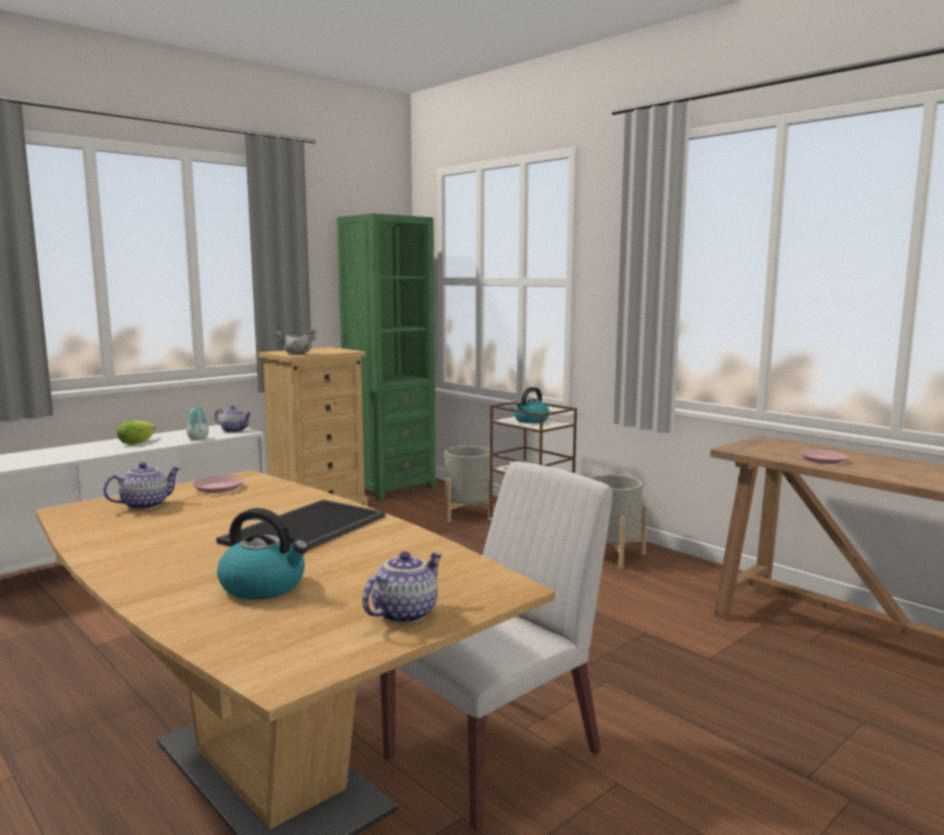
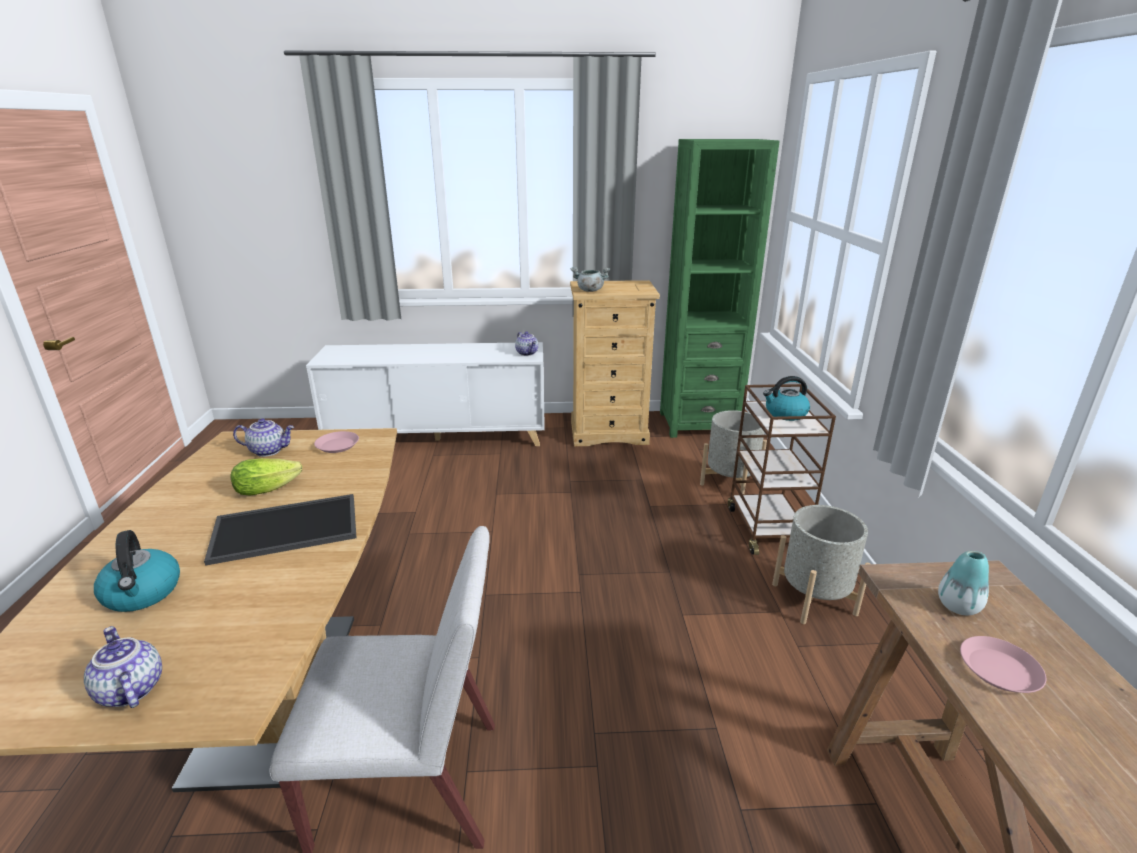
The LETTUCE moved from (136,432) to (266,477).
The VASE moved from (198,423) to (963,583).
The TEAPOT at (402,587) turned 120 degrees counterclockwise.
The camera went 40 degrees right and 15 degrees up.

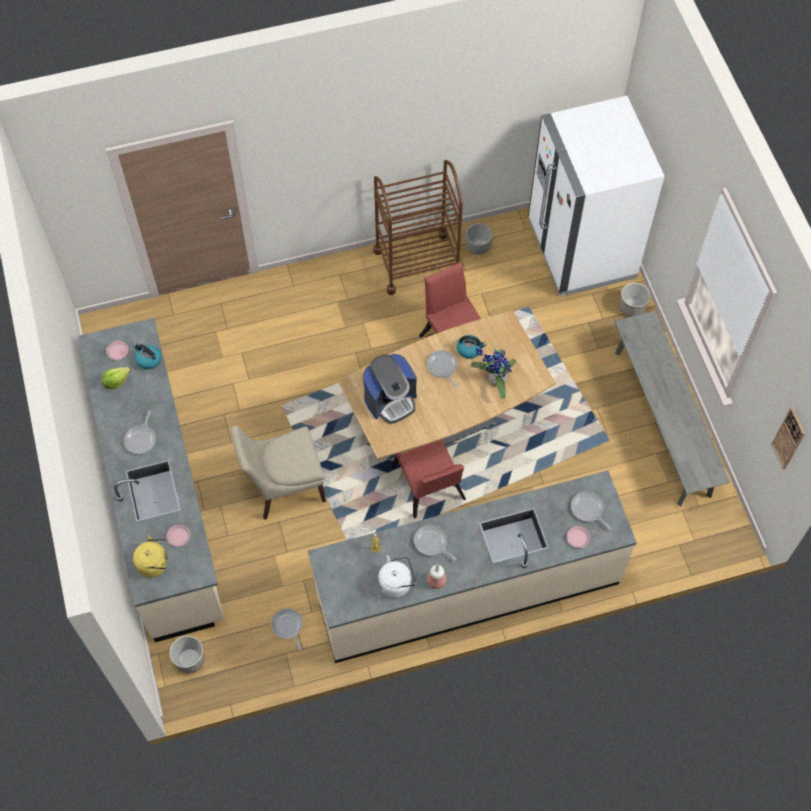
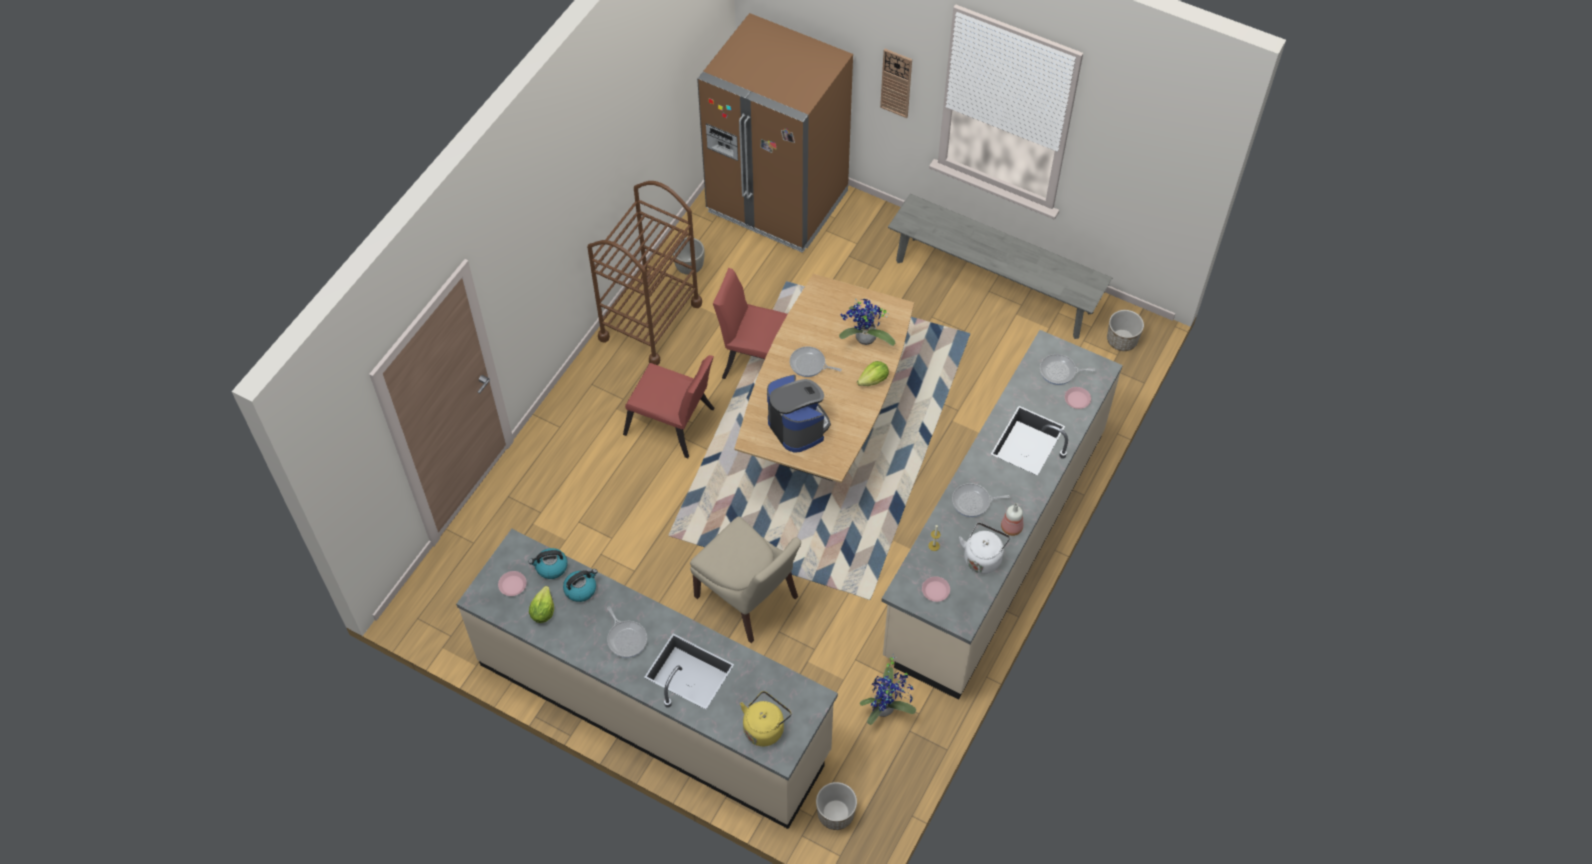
The LETTUCE at (873,373) appeared.
The PINK PLATE moved from (178,535) to (936,589).
The RED CHAIR moved from (428,479) to (669,406).
The KETTLE moved from (471,347) to (580,585).
The PLANTER moved from (634,300) to (1125,330).
The WALL CLOCK moved from (788,438) to (896,83).
The FRYING PAN at (286,629) was replaced by the POTTED PLANT at (888,690).
The WHITE FRIDGE at (596,196) became the BROWN FRIDGE at (775,133).
The BEIGE CHAIR at (278,473) turned 75 degrees counterclockwise.
The COFFEE MACHINE at (390,389) turned 45 degrees counterclockwise.
The camera went 45 degrees left and 5 degrees down.

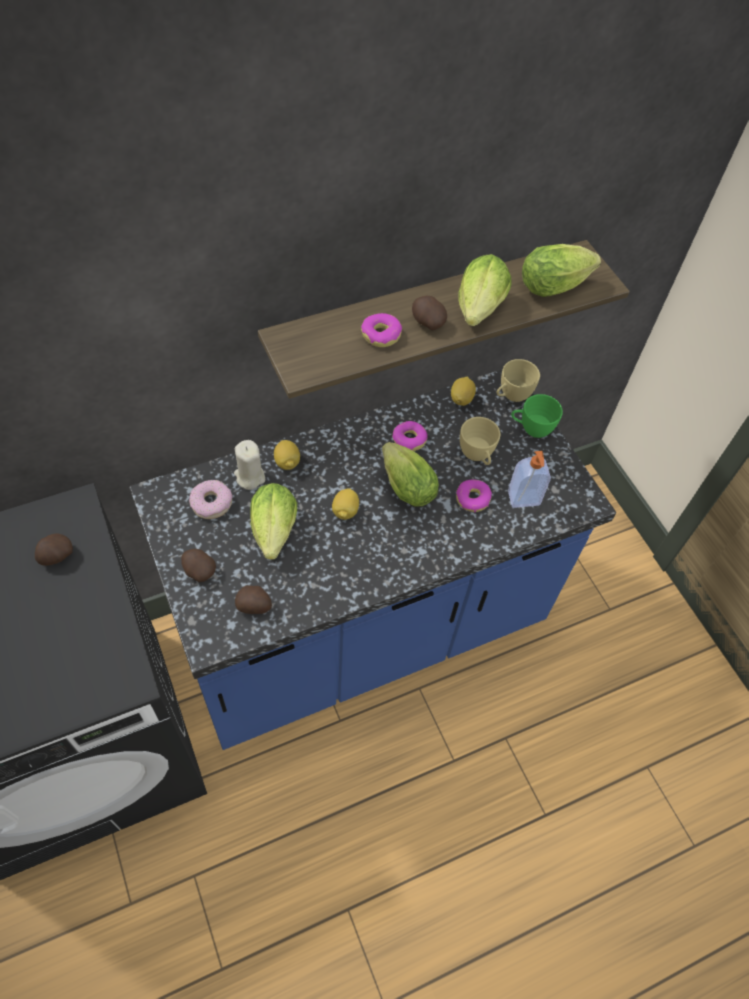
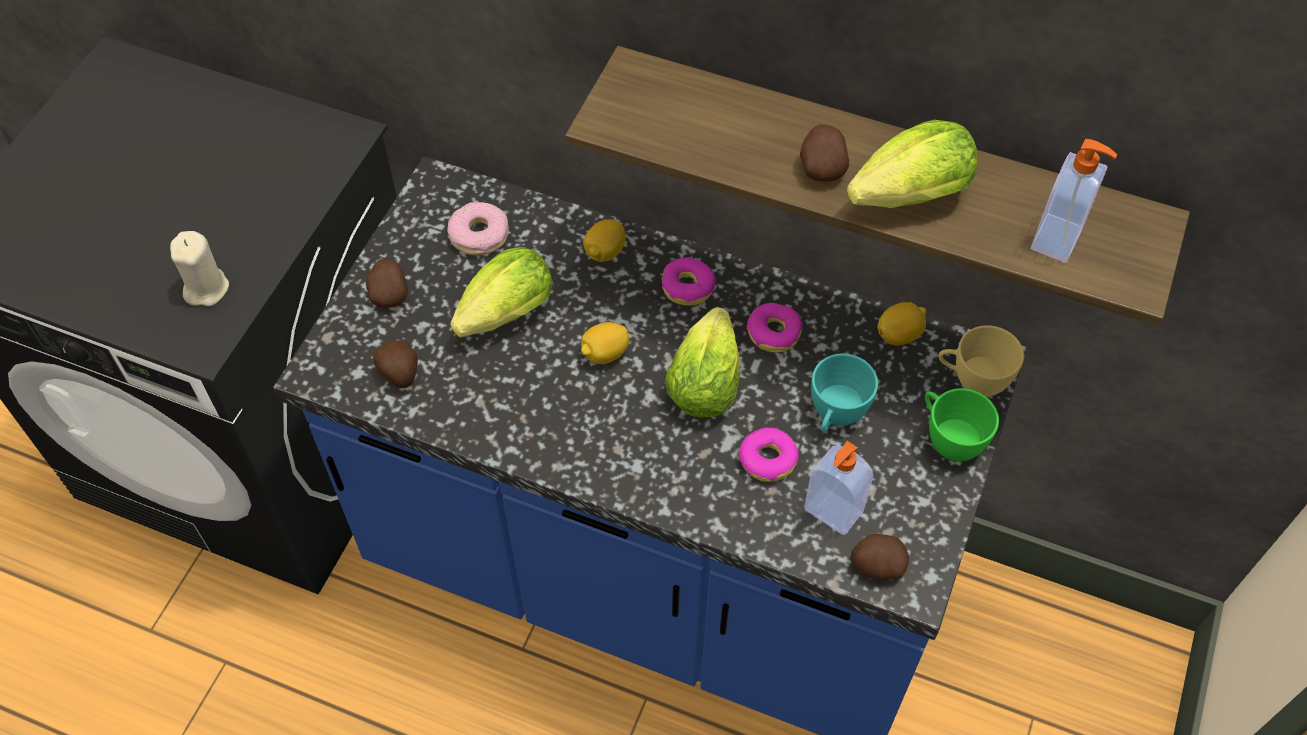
The POTATO moved from (54,549) to (879,557).
The BEIGE CANDLE moved from (249,465) to (199,269).
The DONUT moved from (381,330) to (689,282).
The LETTUCE at (561,270) was replaced by the SOAP DISPENSER at (1074,201).
The YELLOW CUP at (480,441) became the TURQUOISE CUP at (844,393).
The camera went 50 degrees right and 0 degrees up.

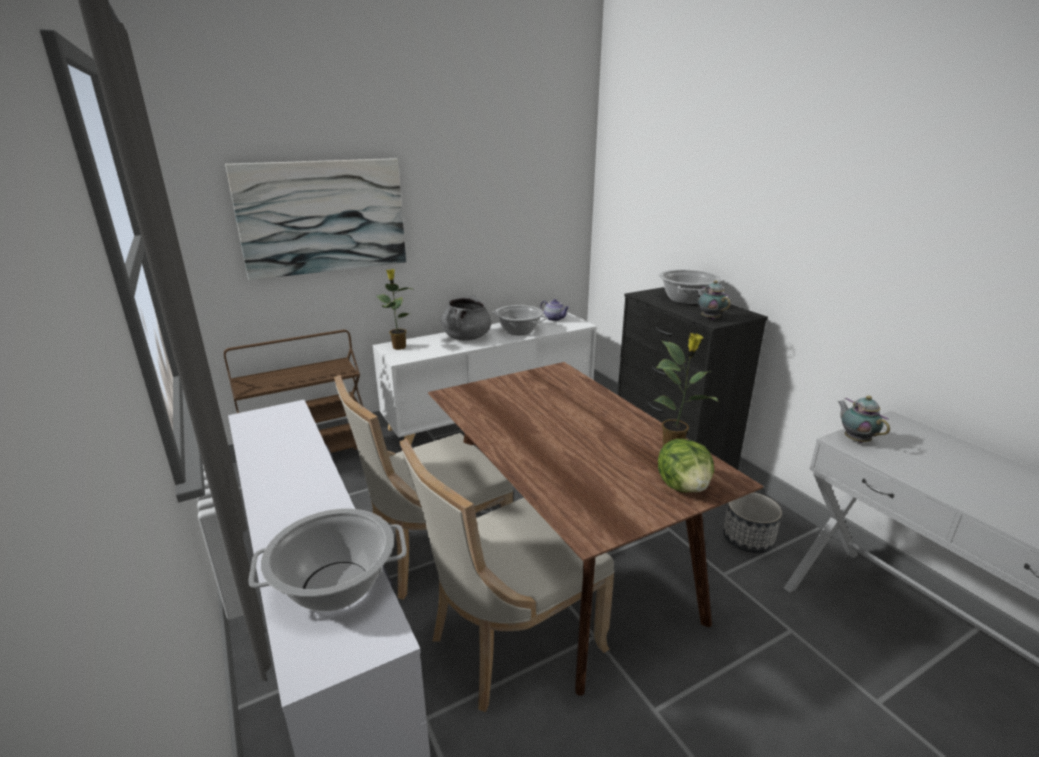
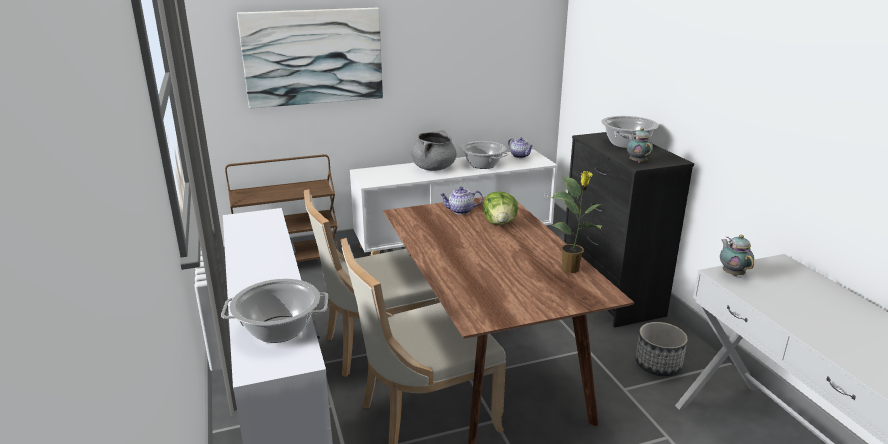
The POTTED PLANT at (395,309) disappeared.
The TEAPOT at (461,201) appeared.
The LETTUCE moved from (686,465) to (500,208).
The camera went 10 degrees right and 0 degrees up.

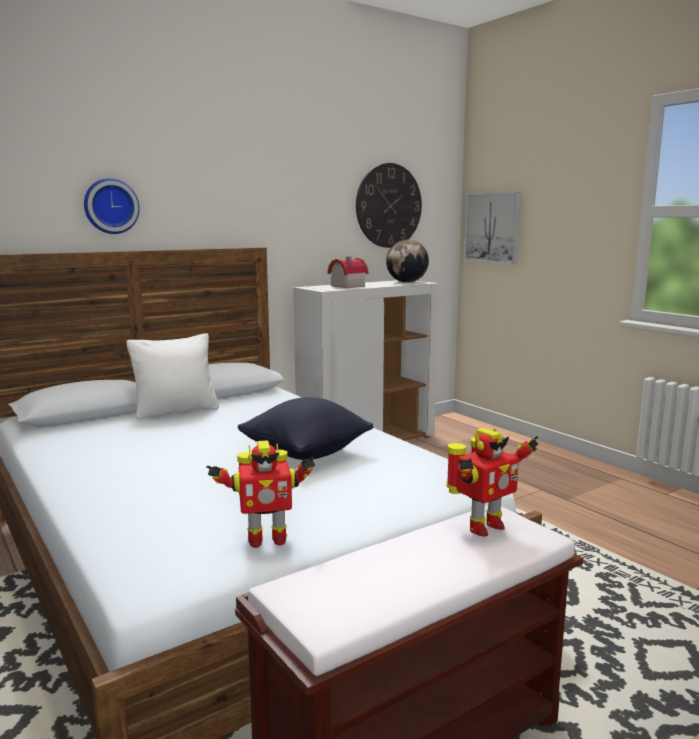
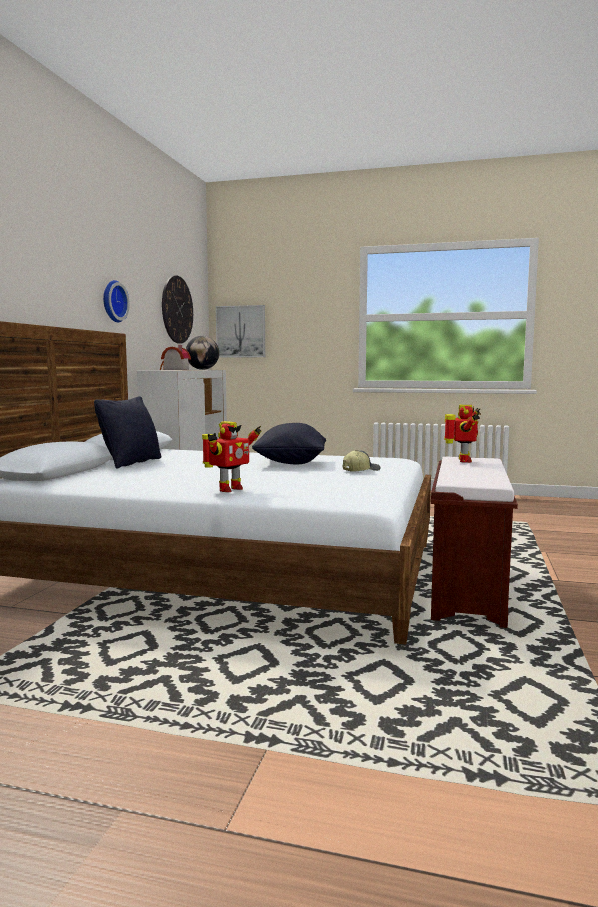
The CAP at (361,461) appeared.
The WALL CLOCK moved from (112,206) to (116,301).
The TOY ROBOT moved from (260,494) to (232,456).
The WHITE PILLOW at (172,376) became the BLACK PILLOW at (127,432).
The camera went 40 degrees left and 5 degrees down.

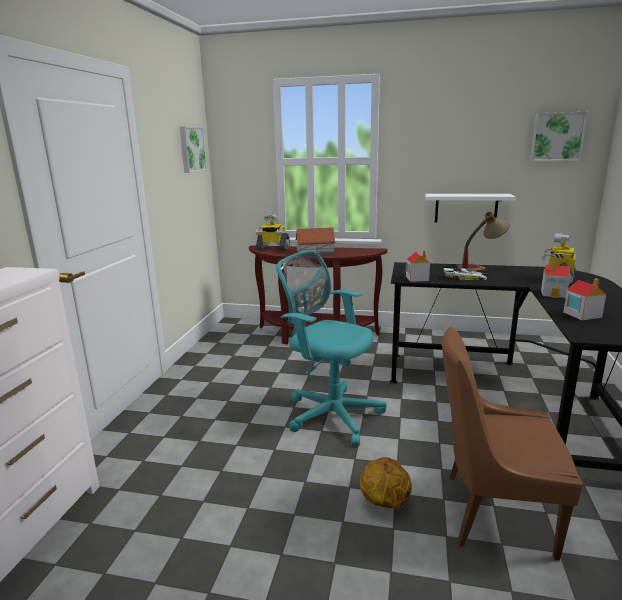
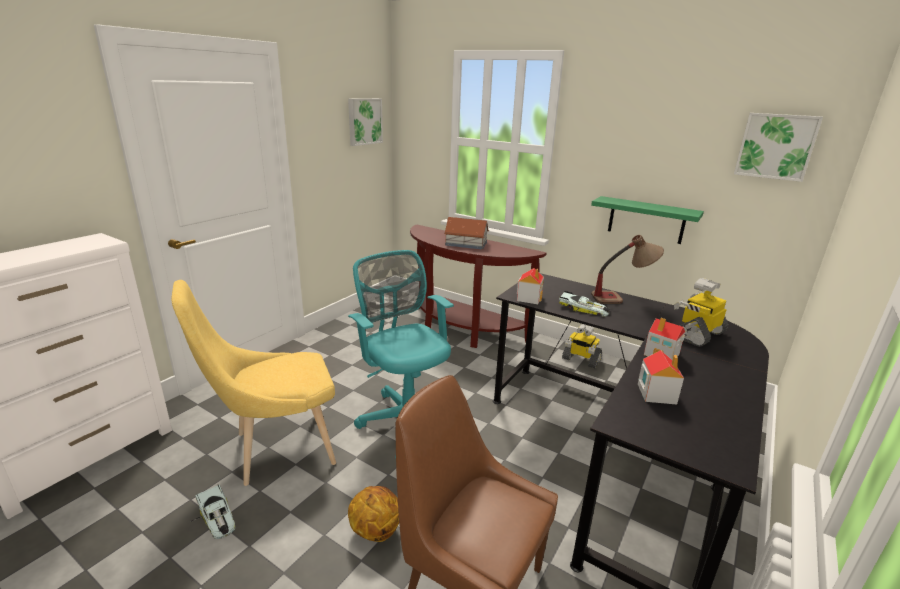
The YELLOW CHAIR at (253,383) appeared.
The TOY CAR at (213,512) appeared.
The TOY ROBOT moved from (273,232) to (582,346).
The WHITE SHELF at (470,208) became the GREEN SHELF at (647,220).
The camera went 20 degrees right and 5 degrees up.

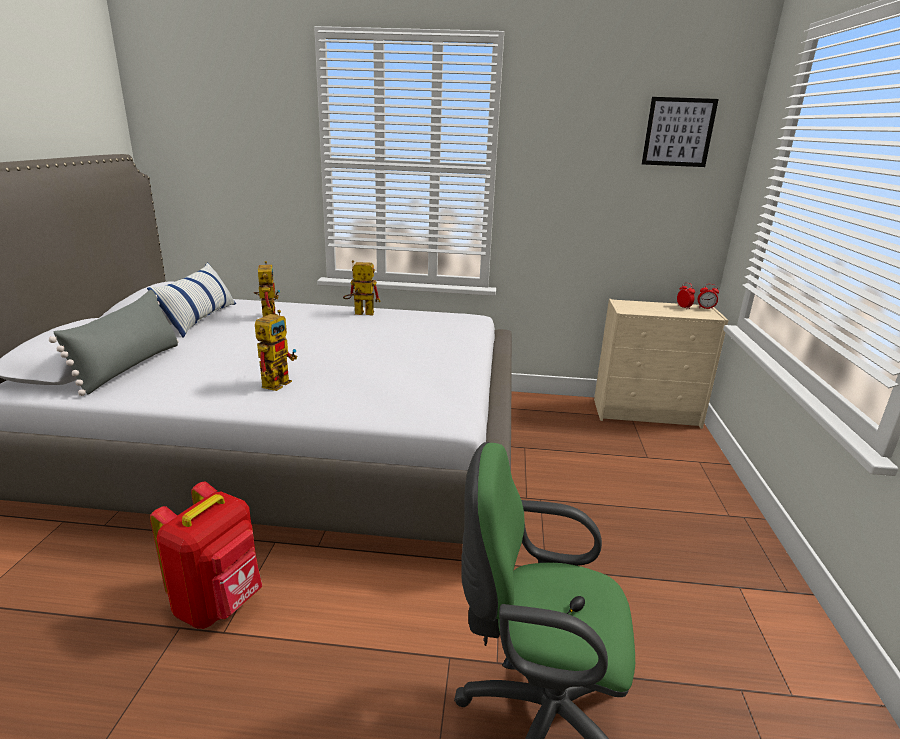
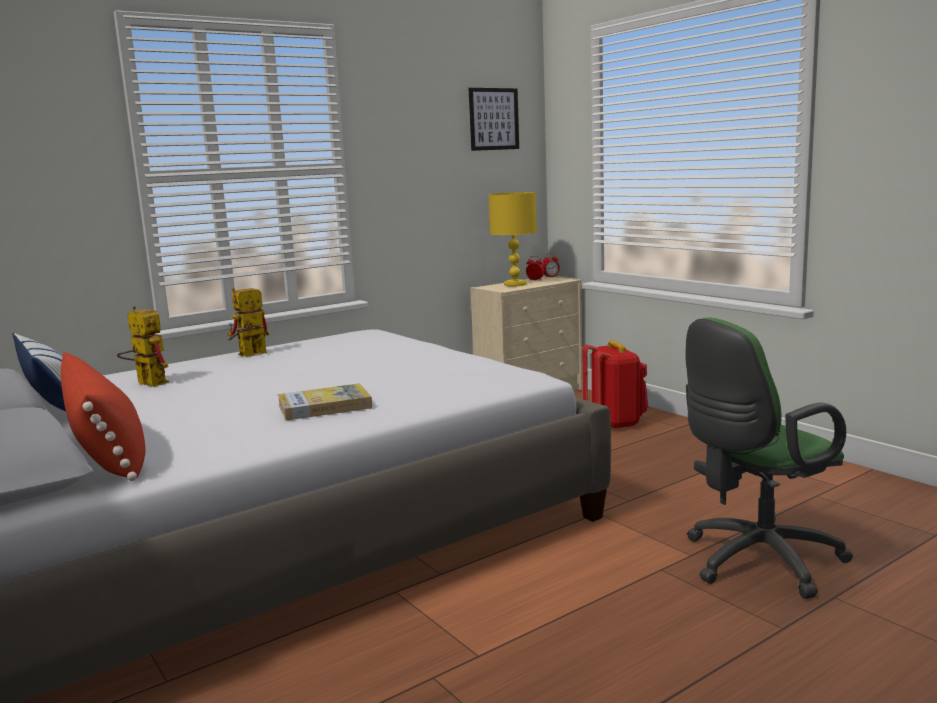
The YELLOW TABLE LAMP at (513,239) appeared.
The RED BACKPACK moved from (206,555) to (615,385).
The TOY ROBOT at (276,350) was replaced by the BOOK at (324,402).
The GREY PILLOW at (114,343) became the RED PILLOW at (103,416).
The camera went 40 degrees left and 10 degrees down.

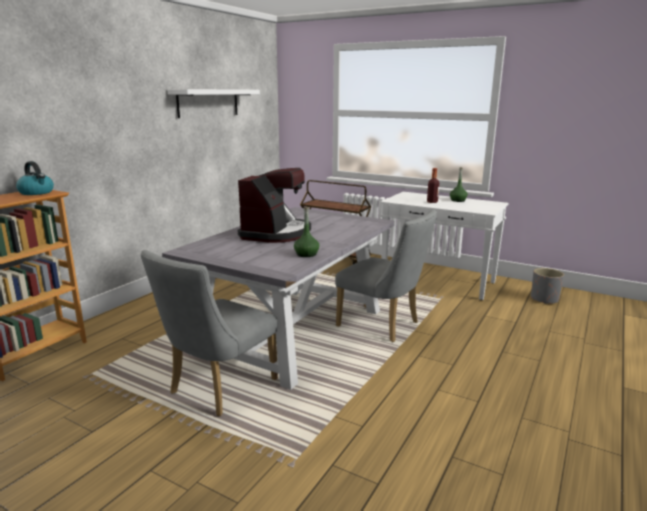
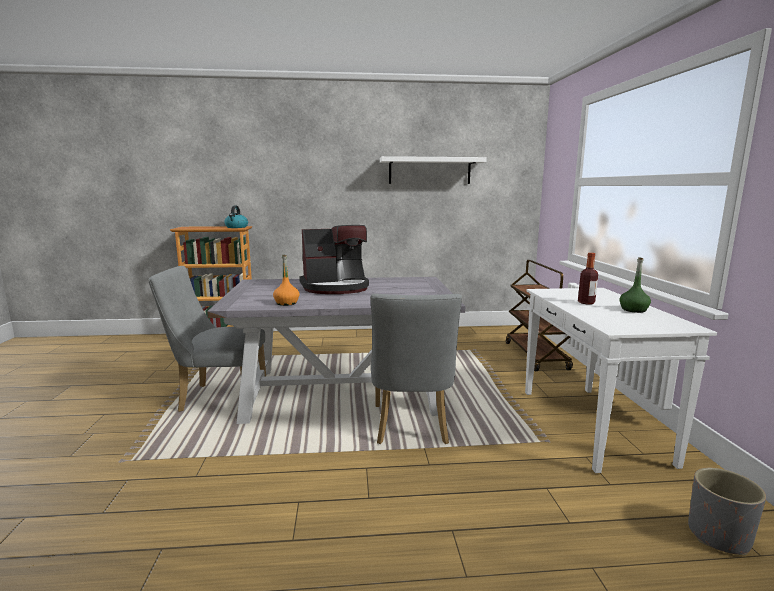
The GREEN BOTTLE at (306,232) became the ORANGE BOTTLE at (286,280).
The camera went 55 degrees right and 5 degrees down.

